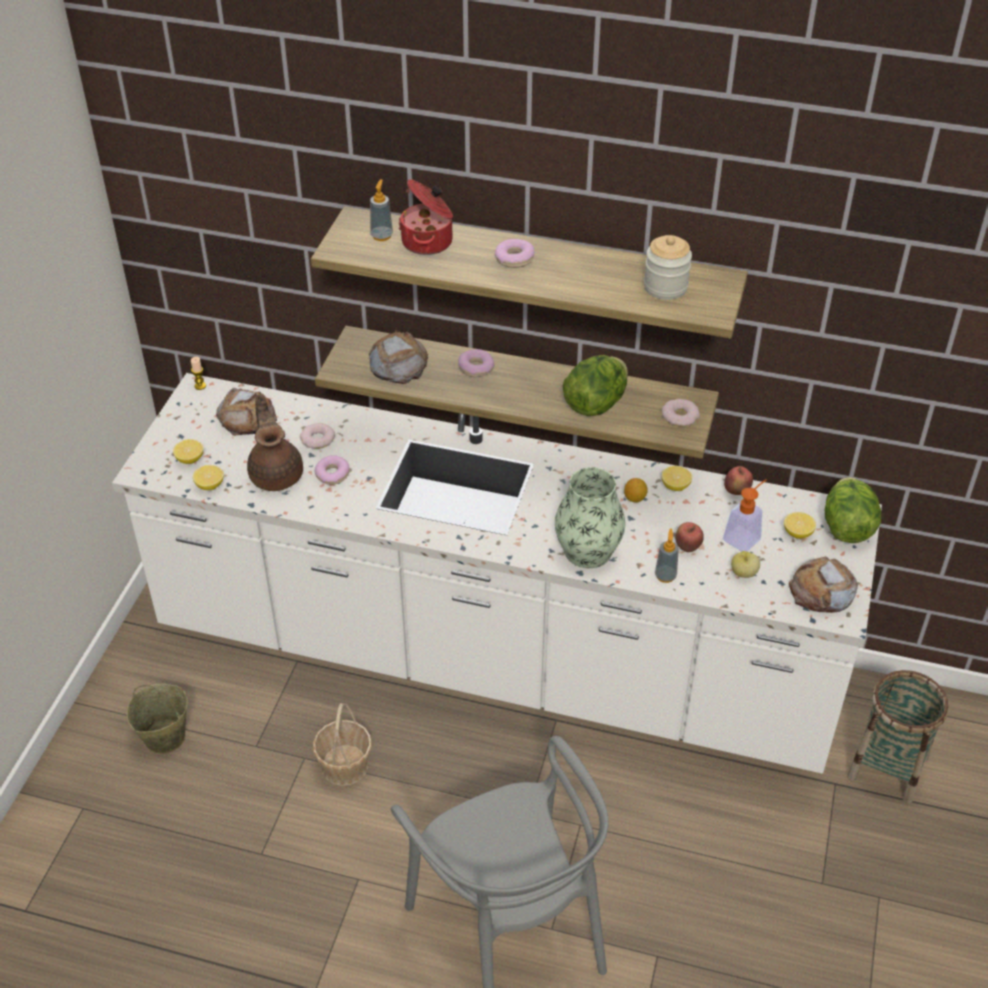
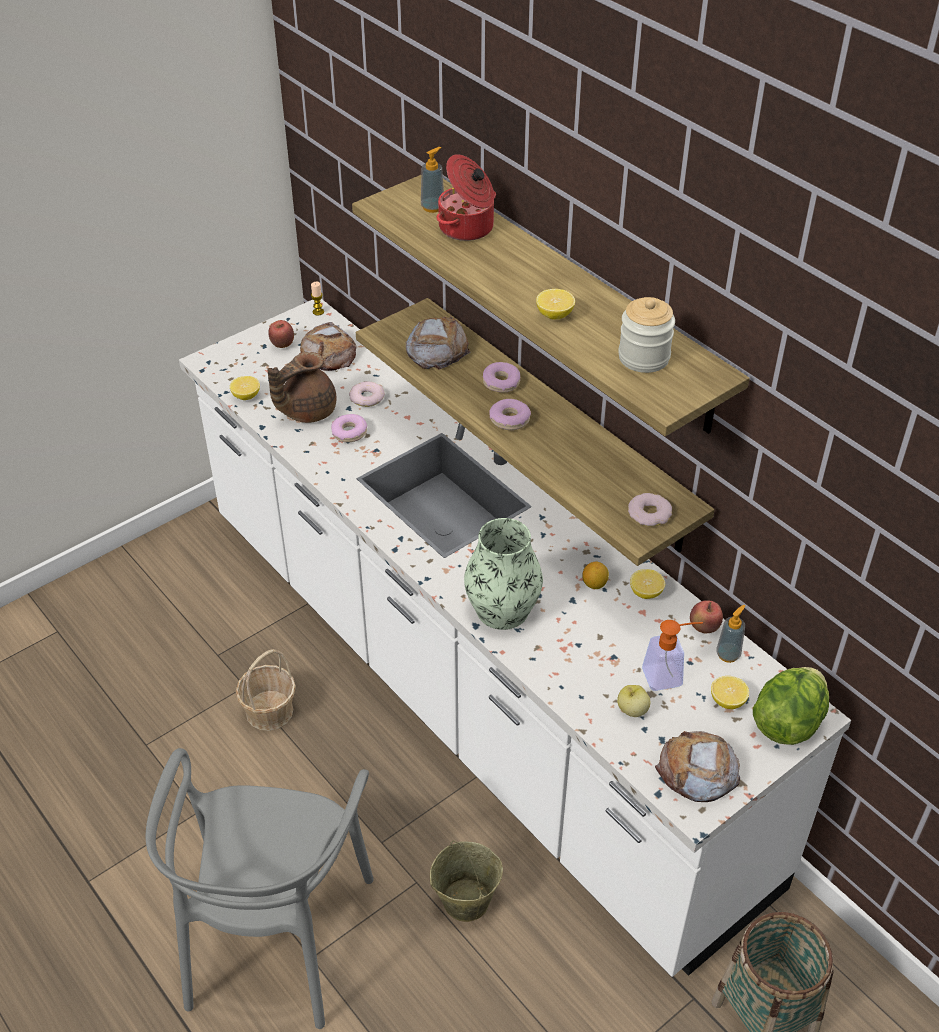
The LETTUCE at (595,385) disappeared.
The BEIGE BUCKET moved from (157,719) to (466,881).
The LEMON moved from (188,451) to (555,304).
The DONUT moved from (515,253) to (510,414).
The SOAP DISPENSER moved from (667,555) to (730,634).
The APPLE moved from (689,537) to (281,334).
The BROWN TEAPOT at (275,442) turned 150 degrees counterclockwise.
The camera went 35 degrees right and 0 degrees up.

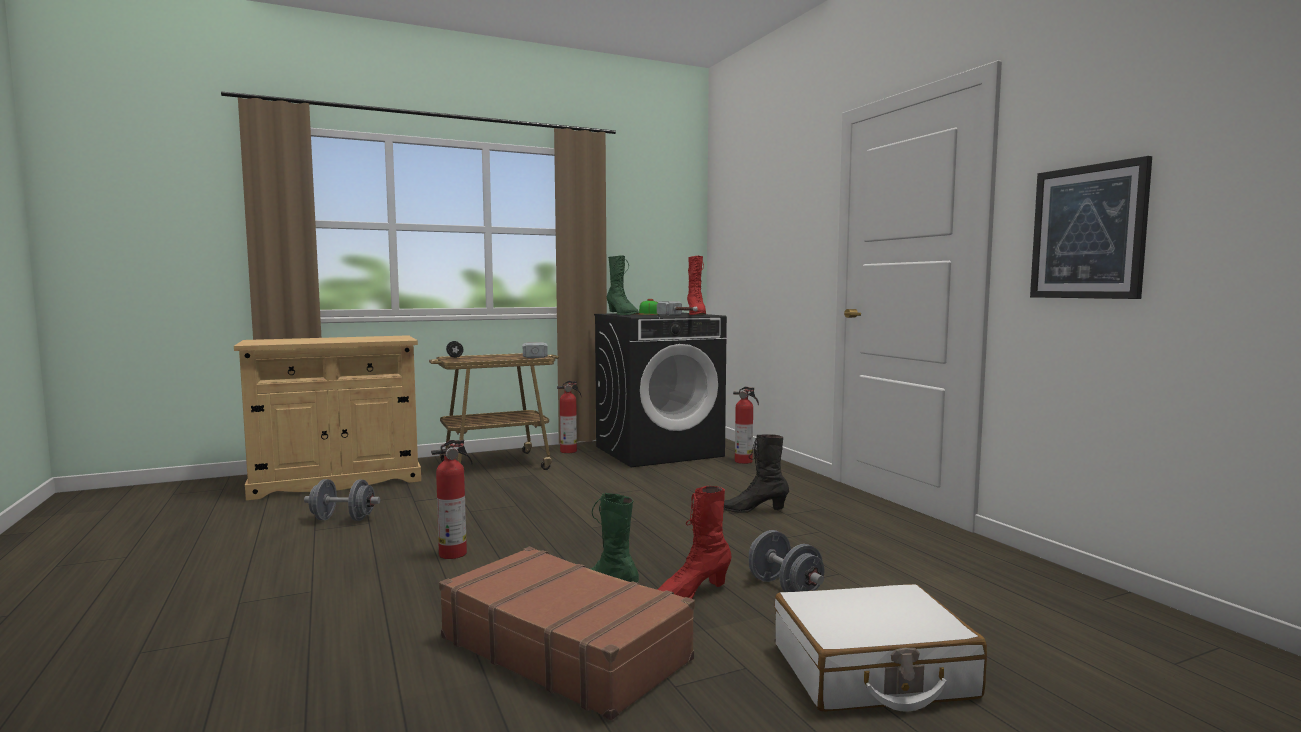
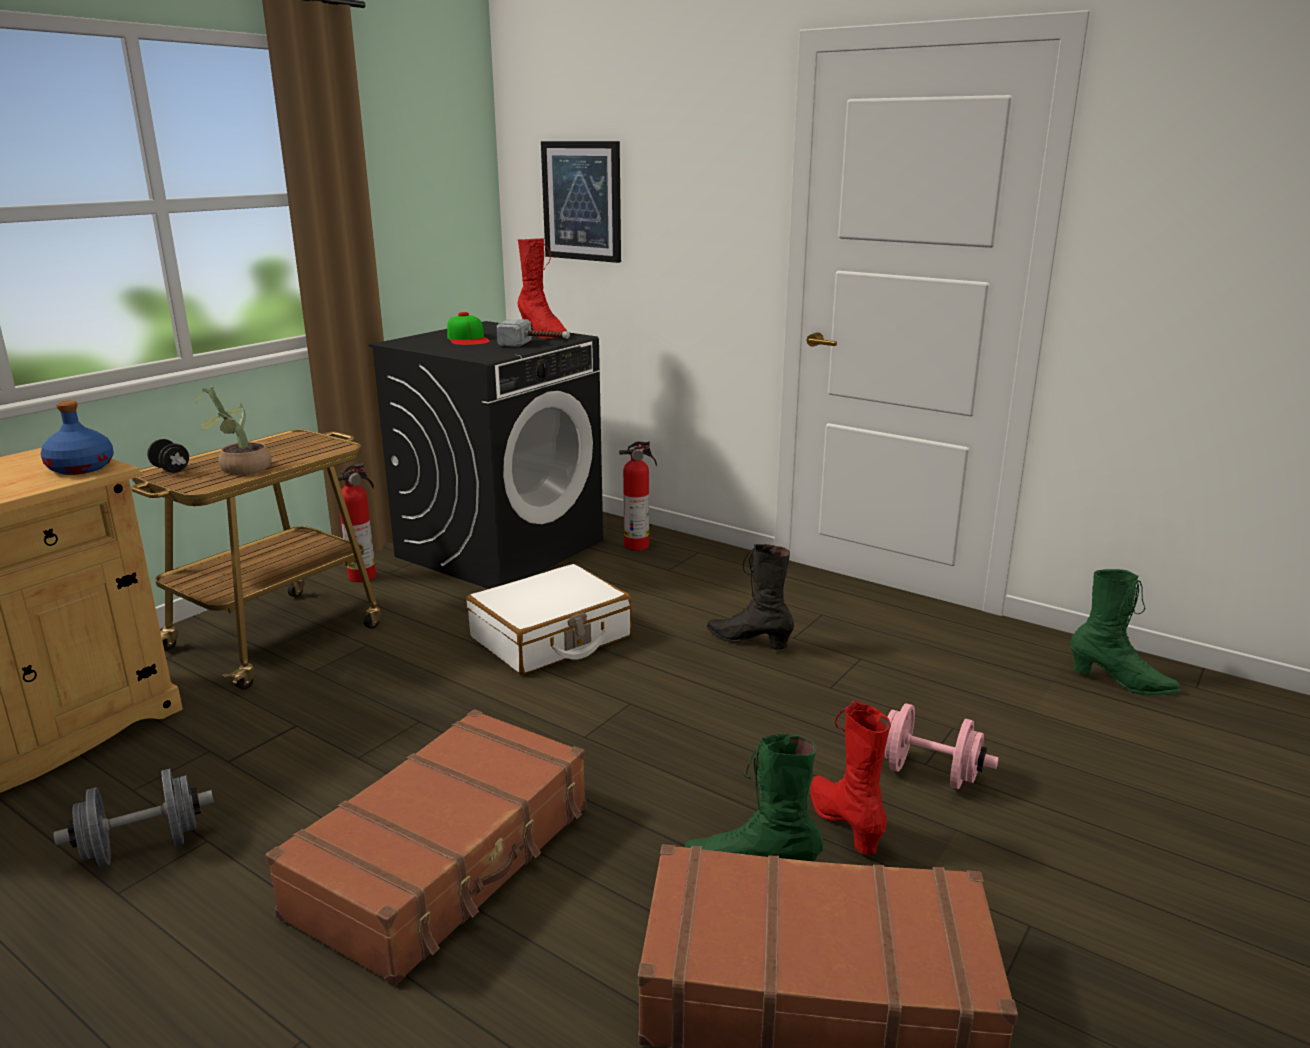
The HAMMER at (535,350) disappeared.
The BLUE BOTTLE at (77,438) appeared.
The POTTED PLANT at (234,430) appeared.
The GREEN BOOT moved from (623,285) to (1125,632).
The WHITE SUITCASE moved from (880,648) to (549,619).
The PICTURE moved from (1091,227) to (581,202).
The FIRE EXTINGUISHER at (452,499) was replaced by the BROWN SUITCASE at (426,847).
The GREY DUMBBELL at (786,561) became the PINK DUMBBELL at (941,746).
The RED BOOT at (694,542) turned 135 degrees clockwise.
The BLACK BOOT at (756,473) turned 60 degrees clockwise.
The camera went 30 degrees left and 15 degrees up.

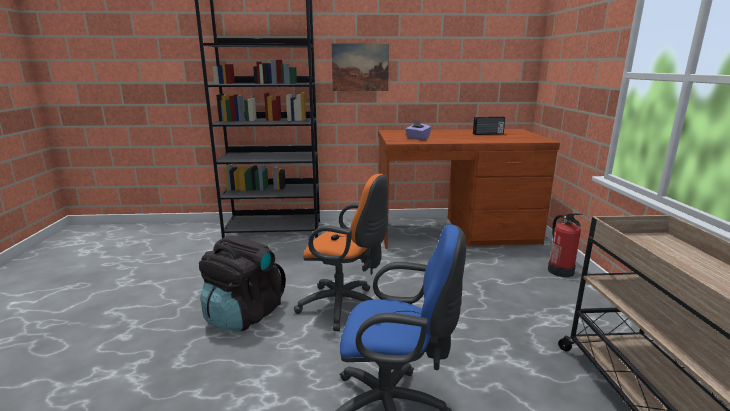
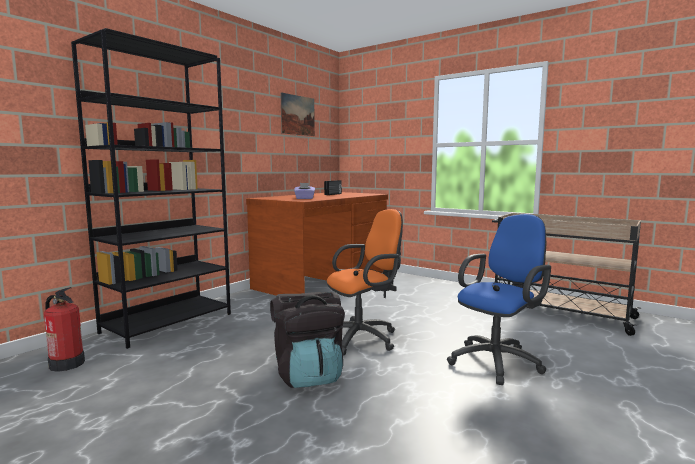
The PICTURE moved from (360,67) to (297,114).
The FIRE EXTINGUISHER moved from (565,245) to (64,329).
The camera went 50 degrees left and 10 degrees down.

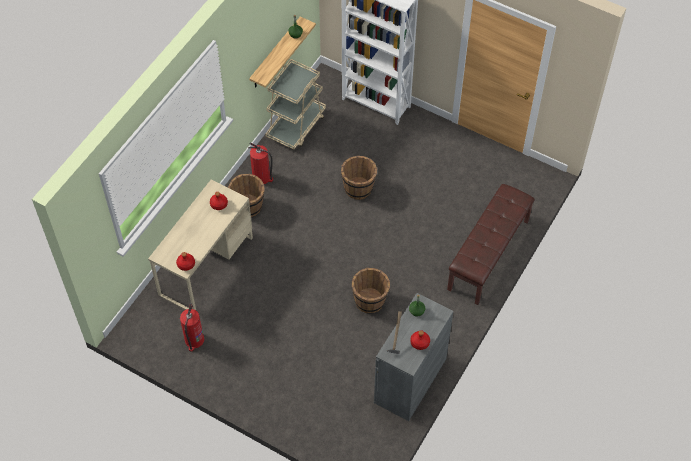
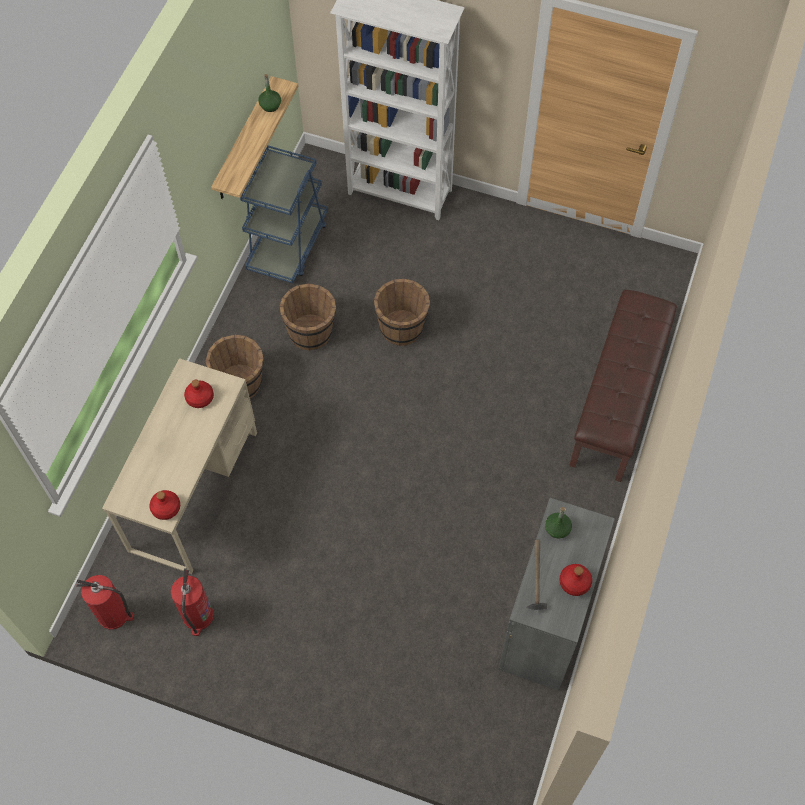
The FIRE EXTINGUISHER moved from (260,163) to (105,602).
The BROWN BUCKET moved from (371,290) to (308,316).
The BEIGE CART at (295,104) became the BLUE CART at (284,214).
The camera went 10 degrees left and 5 degrees up.

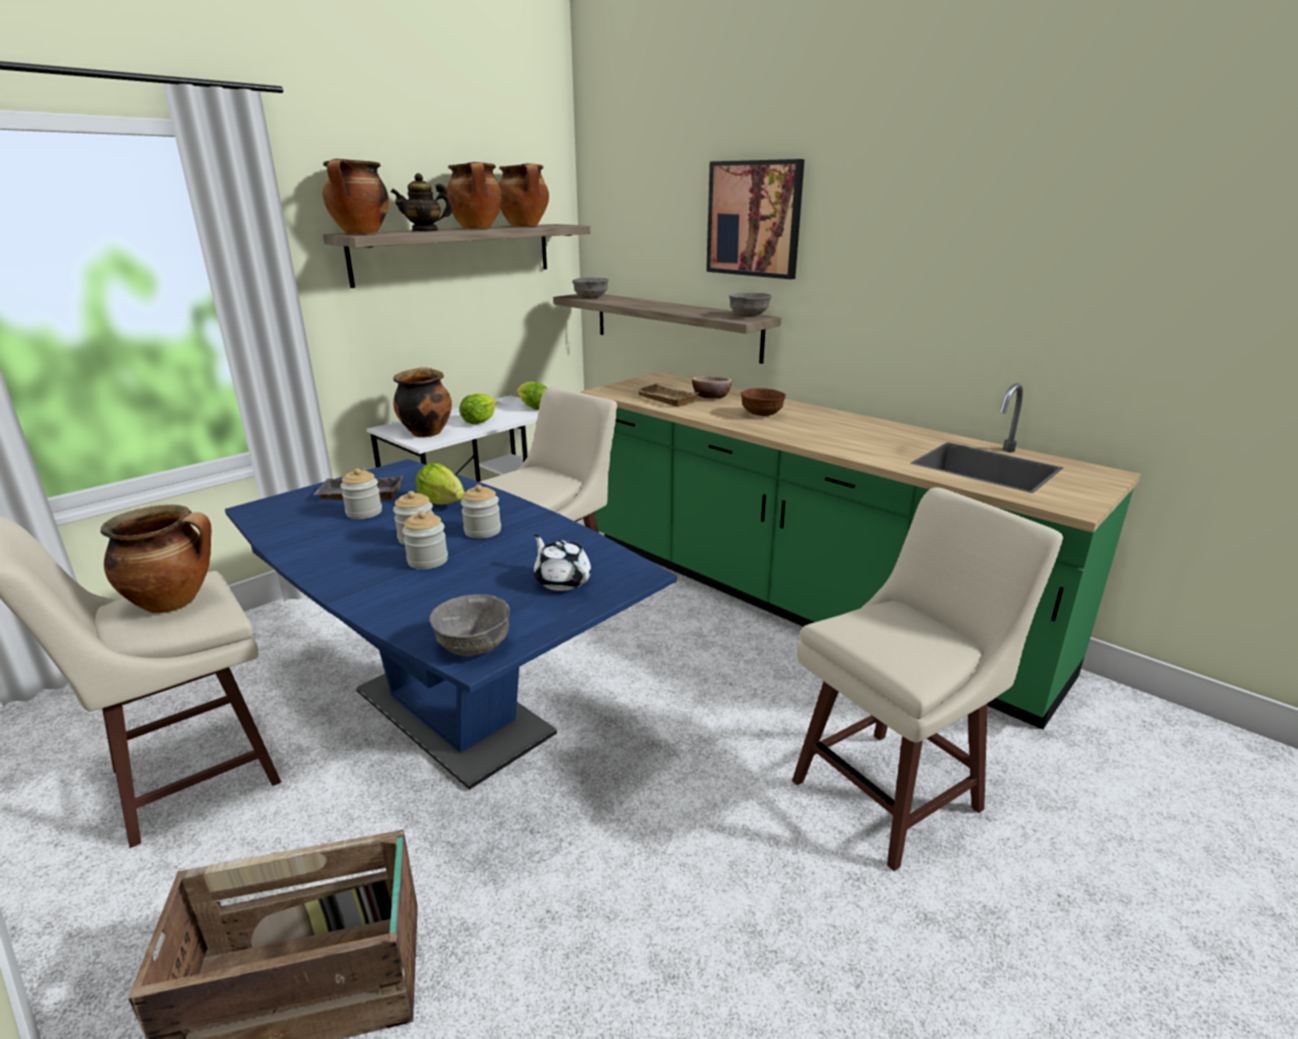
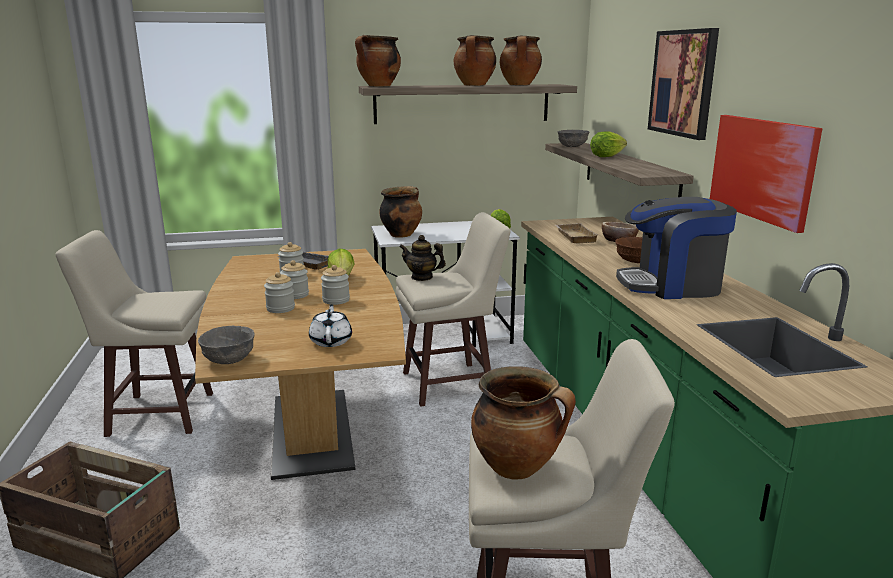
The GREY BOWL at (750,305) disappeared.
The COFFEE MACHINE at (676,248) appeared.
The PICTURE at (766,174) appeared.
The COOKING POT moved from (156,559) to (523,423).
The TEAPOT moved from (422,202) to (422,258).
The LETTUCE moved from (478,409) to (608,144).
The BLUE DINING TABLE at (451,624) became the BROWN DINING TABLE at (300,364).
The camera went 35 degrees right and 5 degrees down.

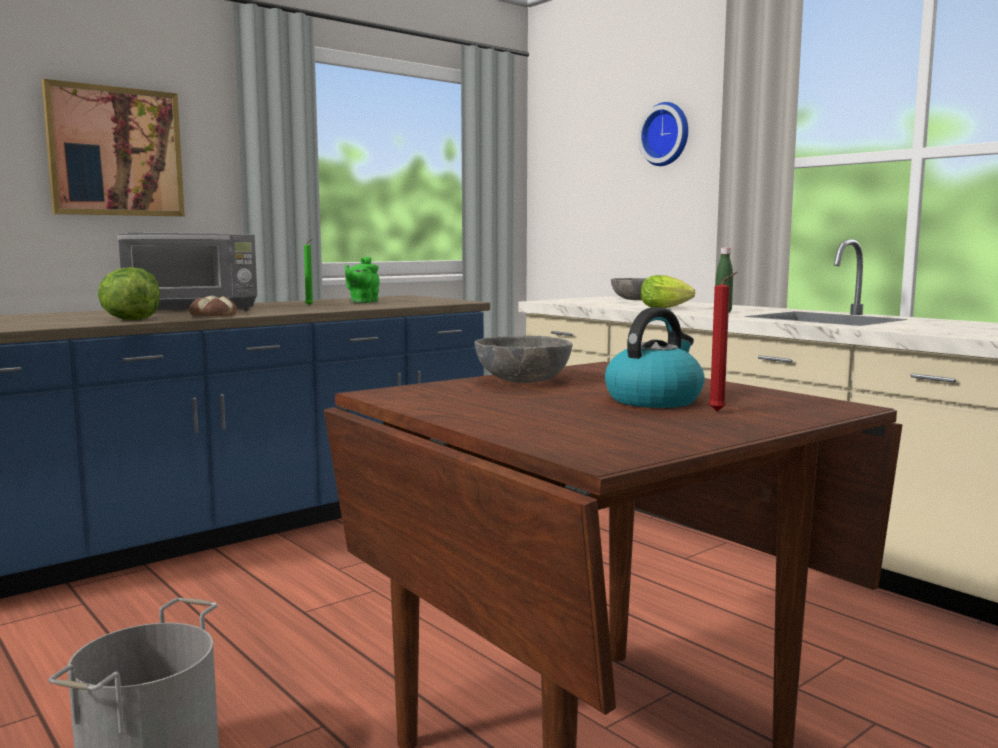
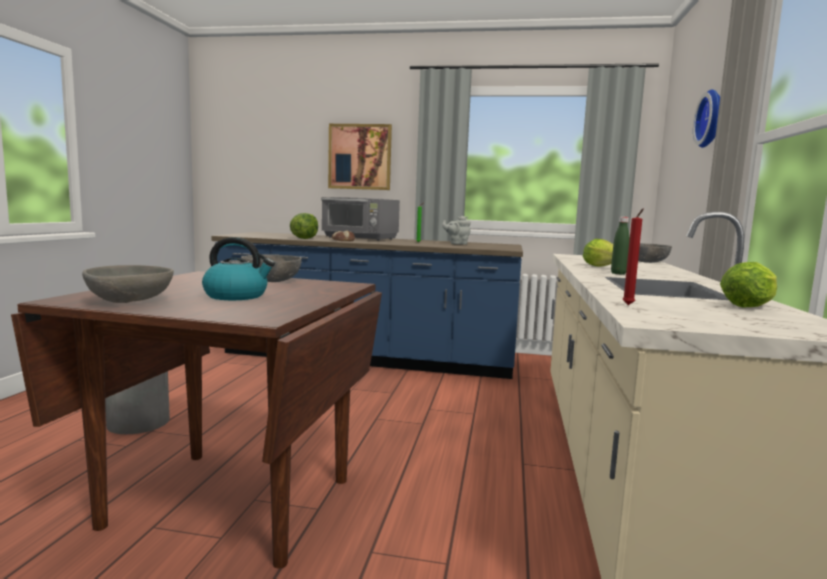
The GREY BOWL at (128,284) appeared.
The LETTUCE at (748,284) appeared.
The RED CANDLE moved from (723,341) to (632,257).
The GREEN TEAPOT at (362,280) became the GREY TEAPOT at (456,230).
The camera went 50 degrees right and 0 degrees up.

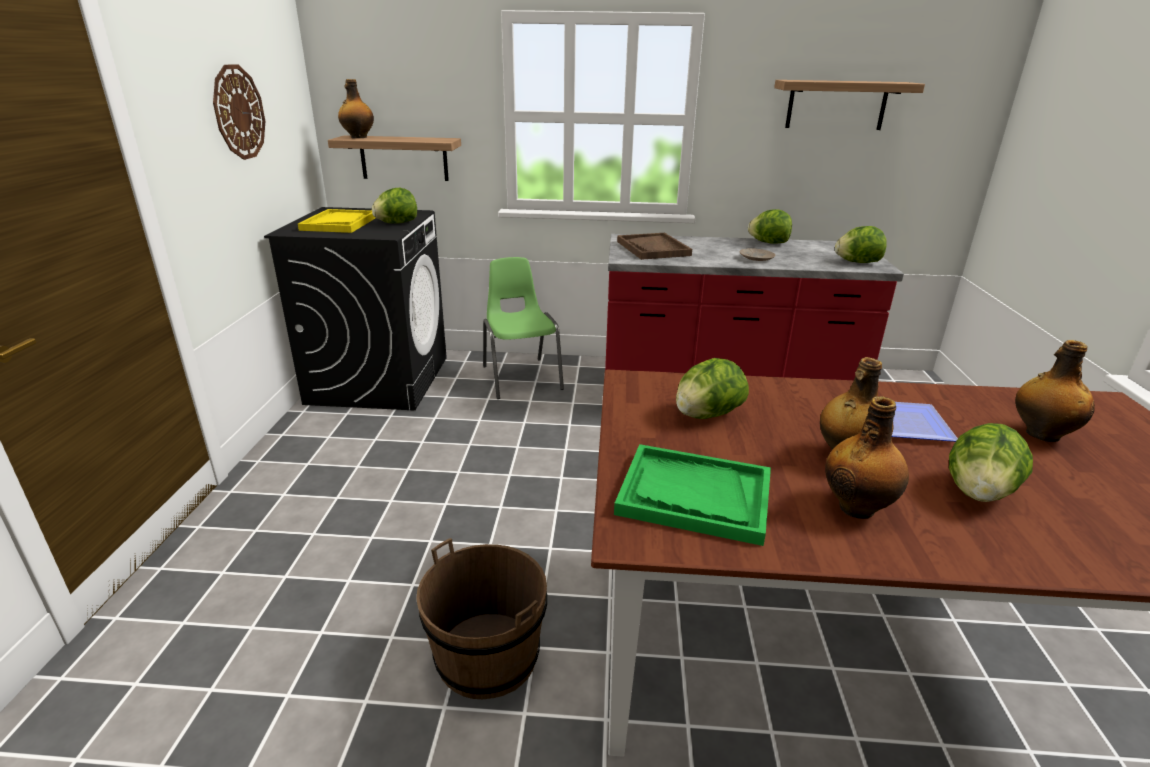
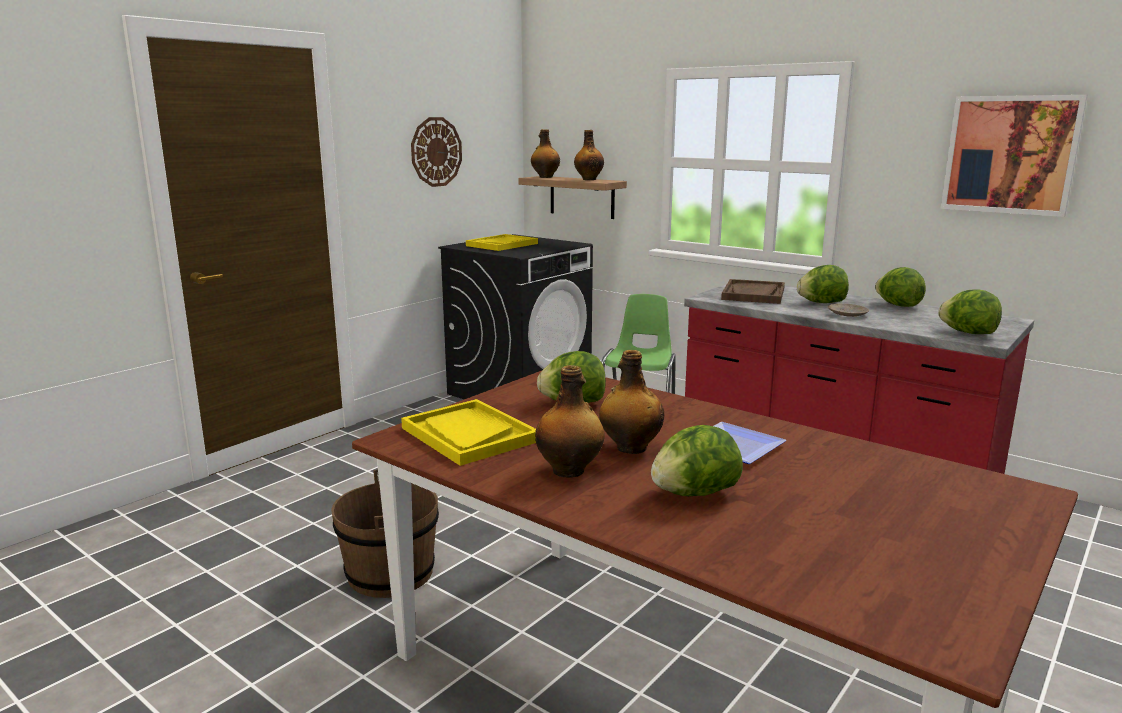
The LETTUCE moved from (394,205) to (823,284).
The BOTTLE moved from (1055,391) to (589,155).
The SHELF at (849,105) was replaced by the PICTURE at (1014,156).
The GREEN TRAY at (692,495) became the YELLOW TRAY at (468,432).
The camera went 35 degrees right and 10 degrees down.

